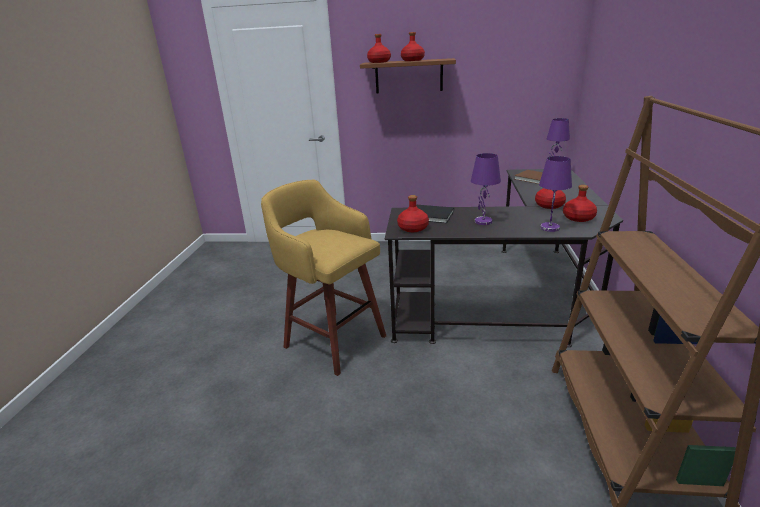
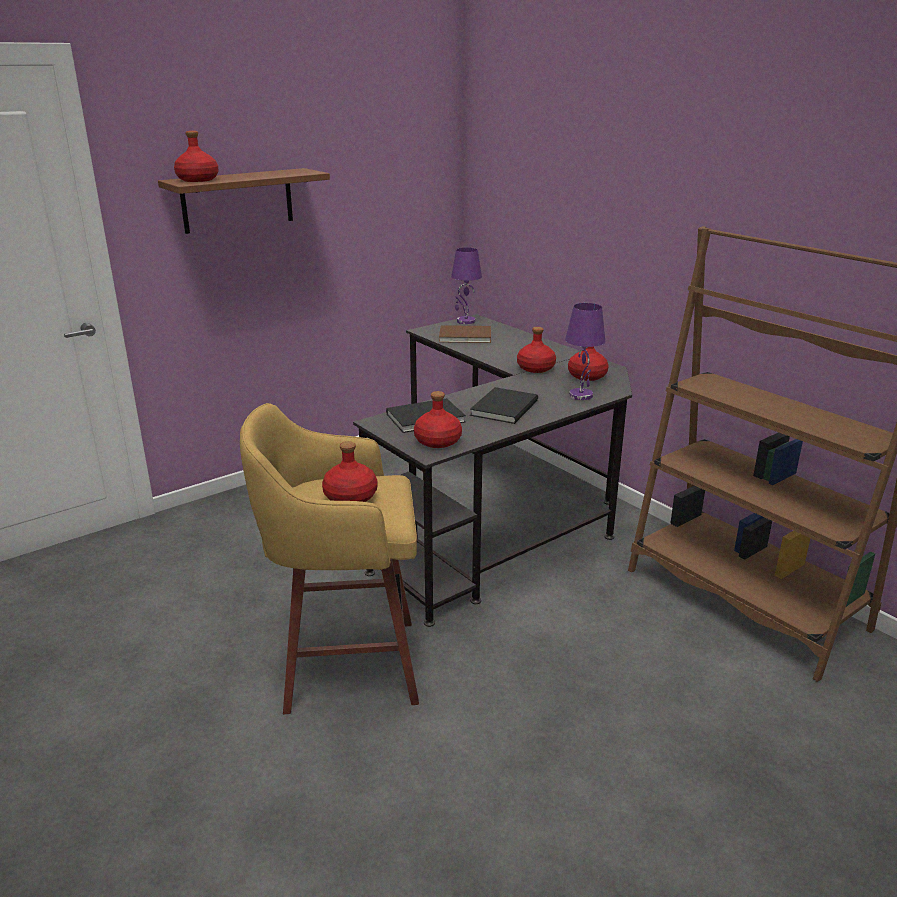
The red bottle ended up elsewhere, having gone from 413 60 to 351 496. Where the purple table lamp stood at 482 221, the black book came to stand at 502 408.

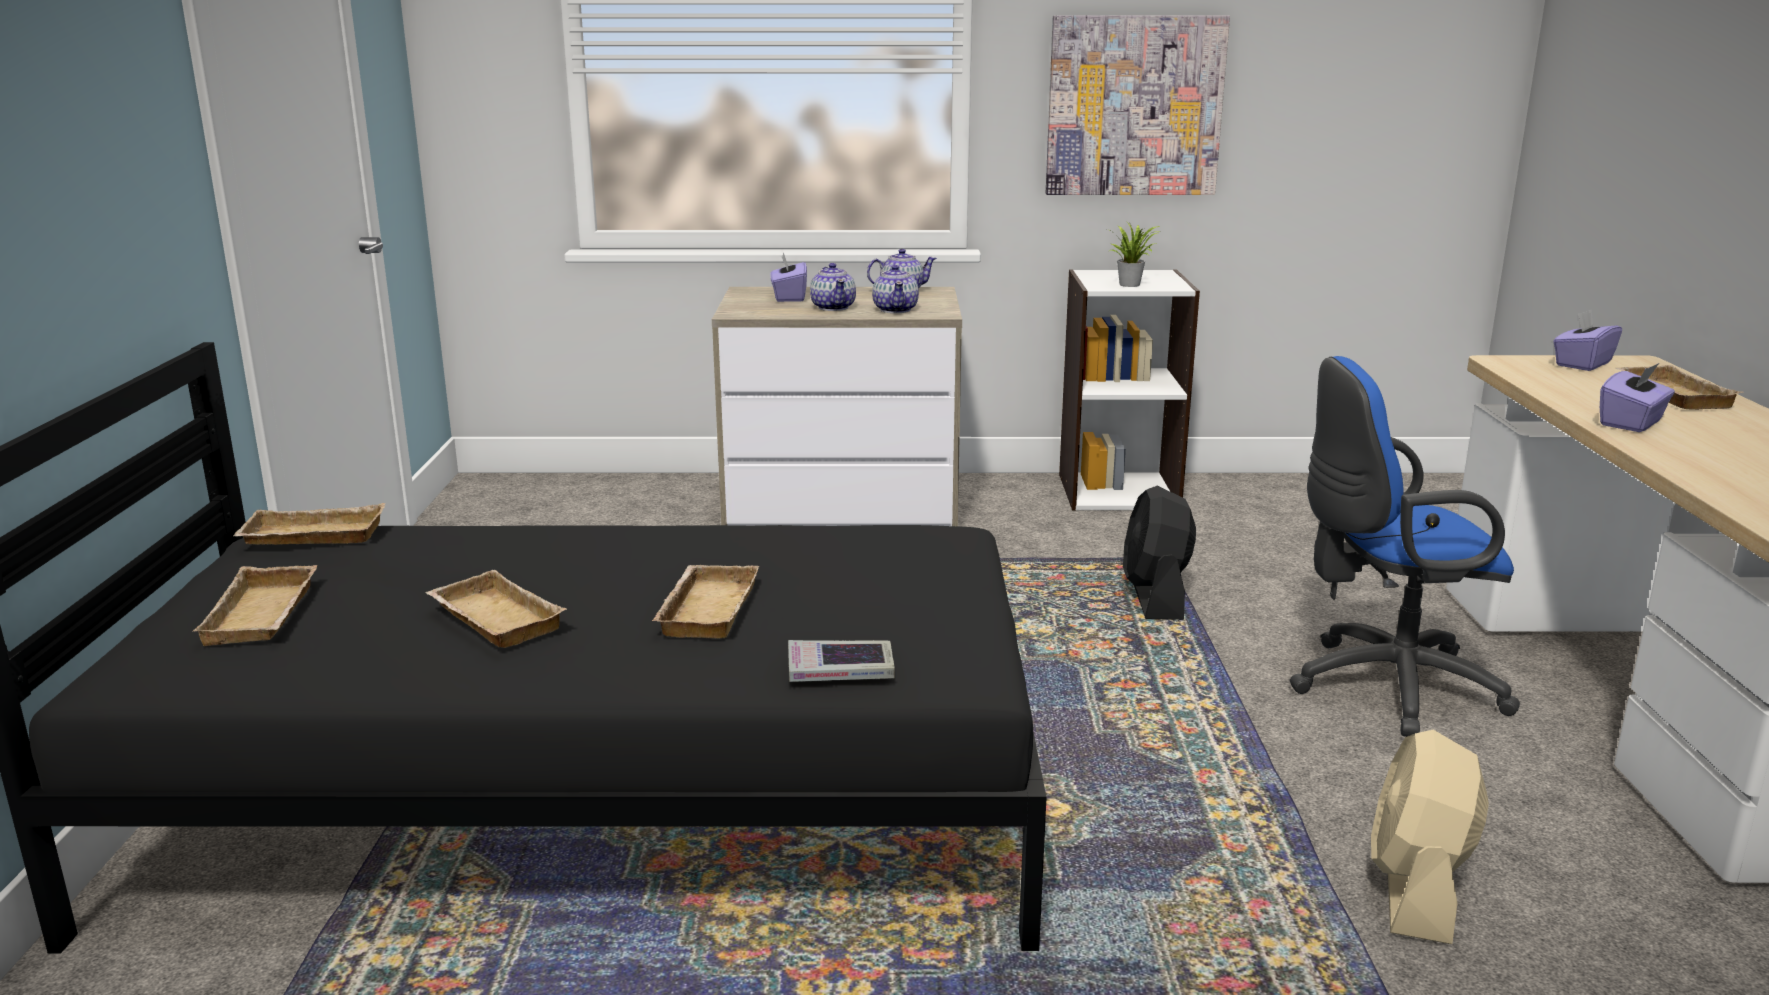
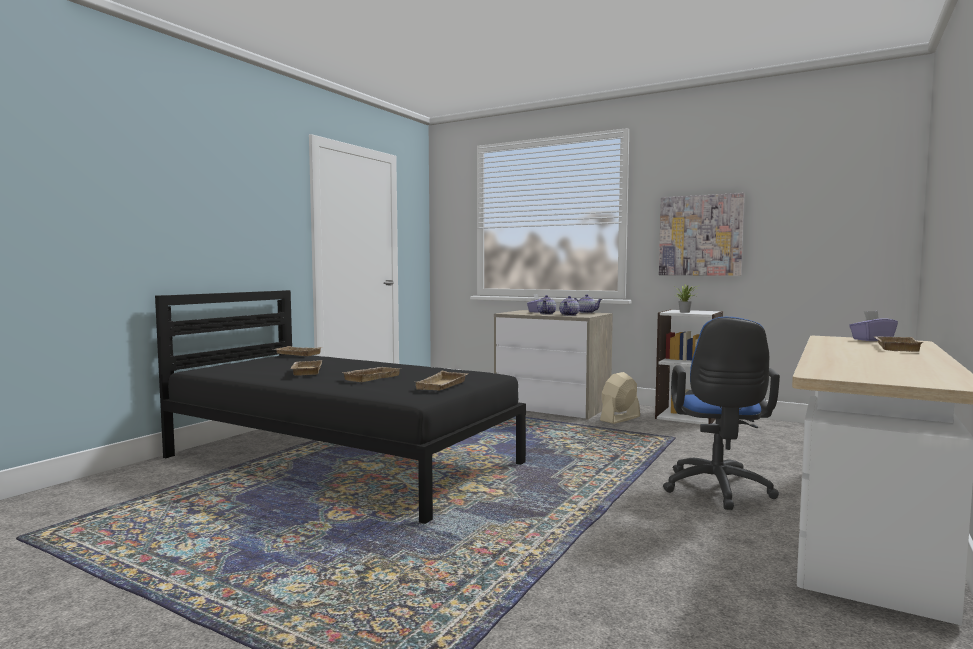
The beige tray ended up elsewhere, having gone from 265 615 to 443 386. The beige fan ended up elsewhere, having gone from 1416 890 to 620 418. The blue office chair at 1384 687 ended up facing another way, 105 degrees counterclockwise from before. The second view lost the book at 840 670. The second view lost the black fan at 1155 597. The second view lost the purple tissue box at 1631 423.

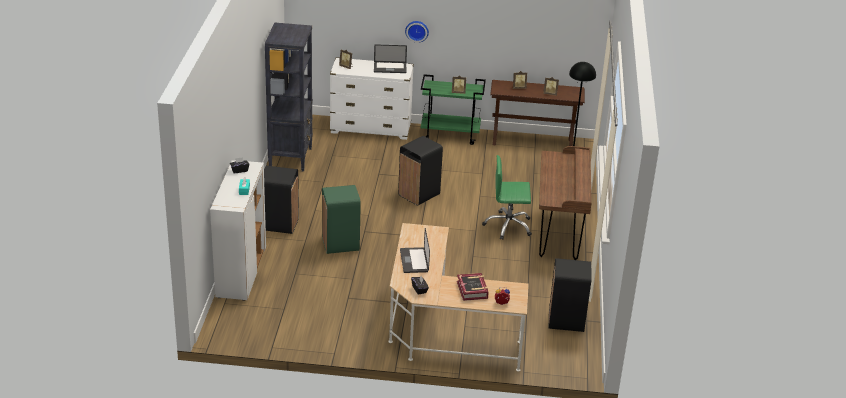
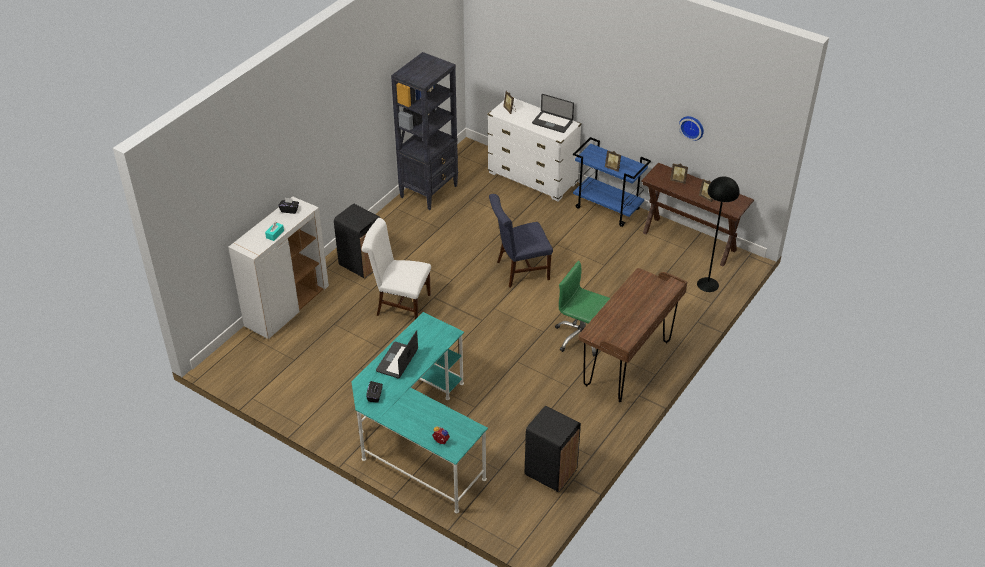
What was the beige desk at 441 330 turned into the turquoise desk at 418 437. Where the green trash can stood at 340 244, the white chair came to stand at 399 304. Where the black trash can stood at 418 195, the blue chair came to stand at 519 271. What was the green cart at 450 135 turned into the blue cart at 608 208. The wall clock ended up elsewhere, having gone from 417 30 to 692 127. The second view lost the book at 472 290.

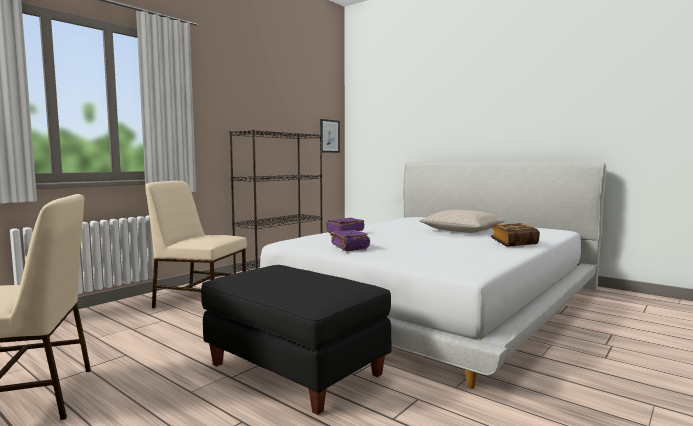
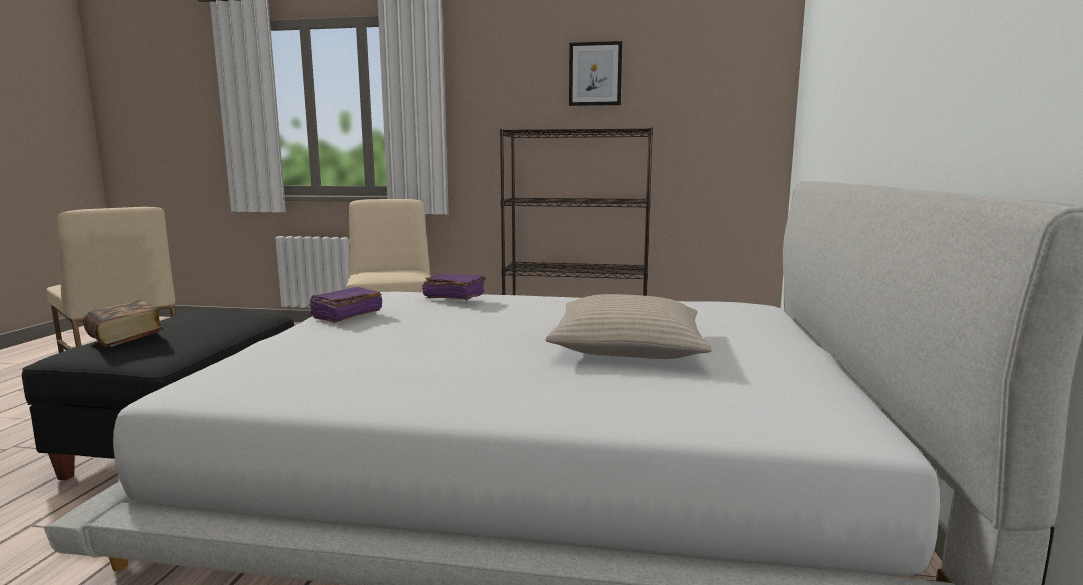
The book ended up elsewhere, having gone from 514 243 to 126 339. The picture ended up elsewhere, having gone from 329 136 to 595 74.

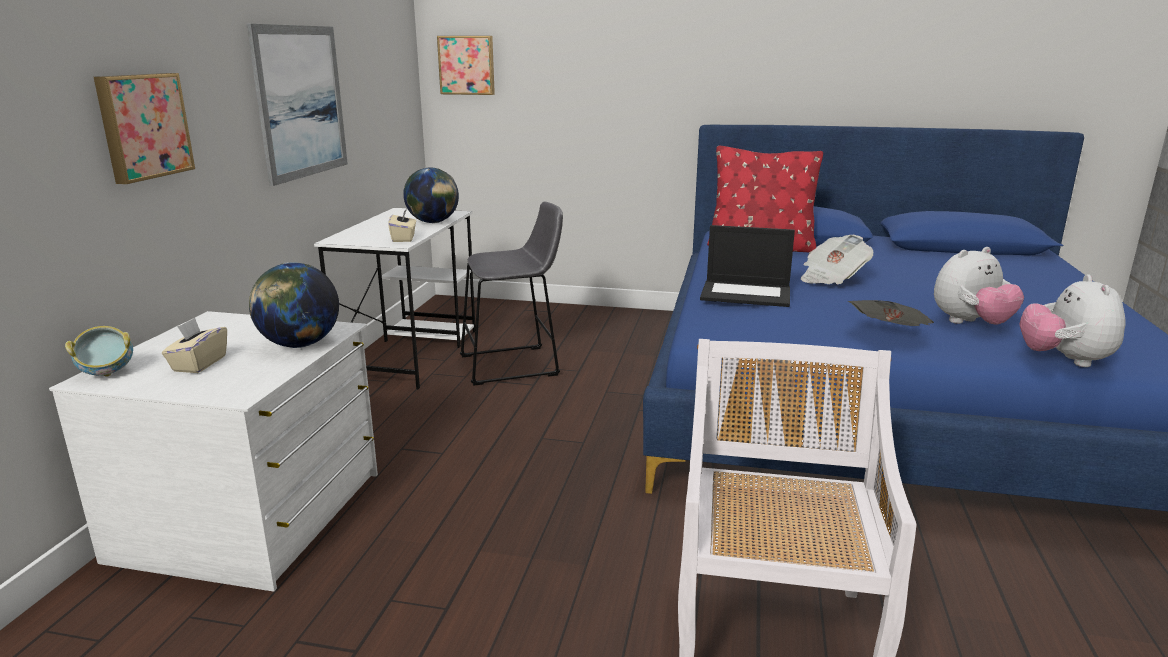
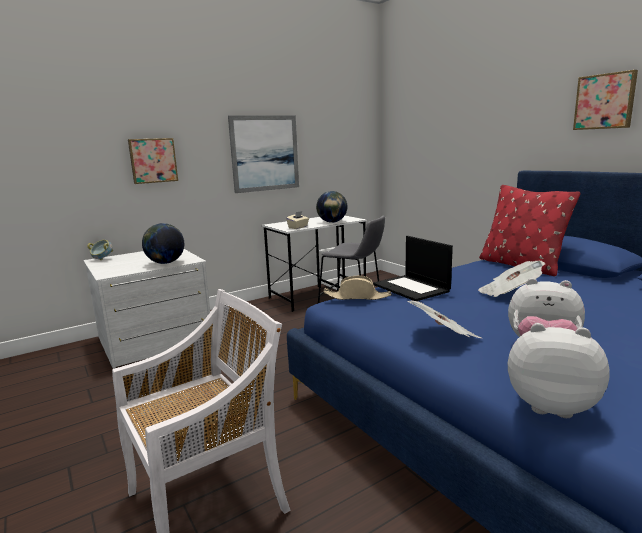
The second view gained the beige hat at 357 297. The plush toy at 1064 360 ended up facing another way, 60 degrees clockwise from before. The picture ended up elsewhere, having gone from 467 65 to 605 101. The second view lost the beige tissue box at 199 364.

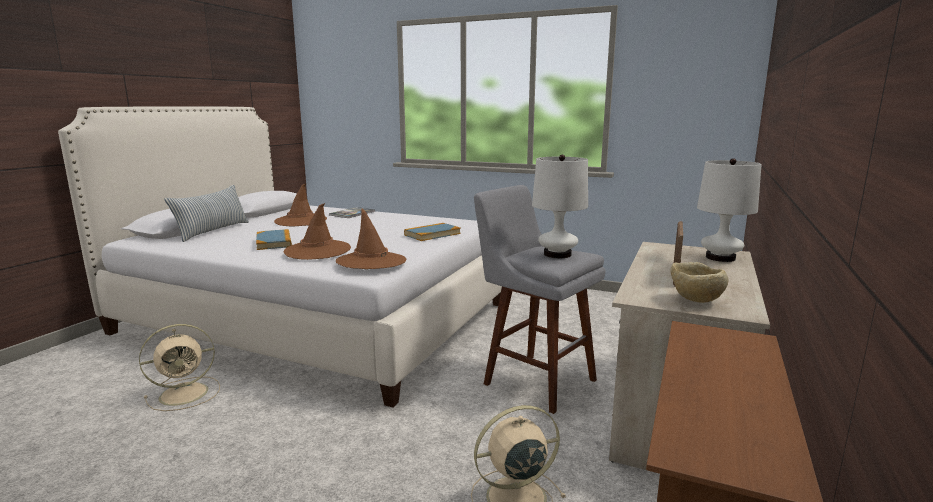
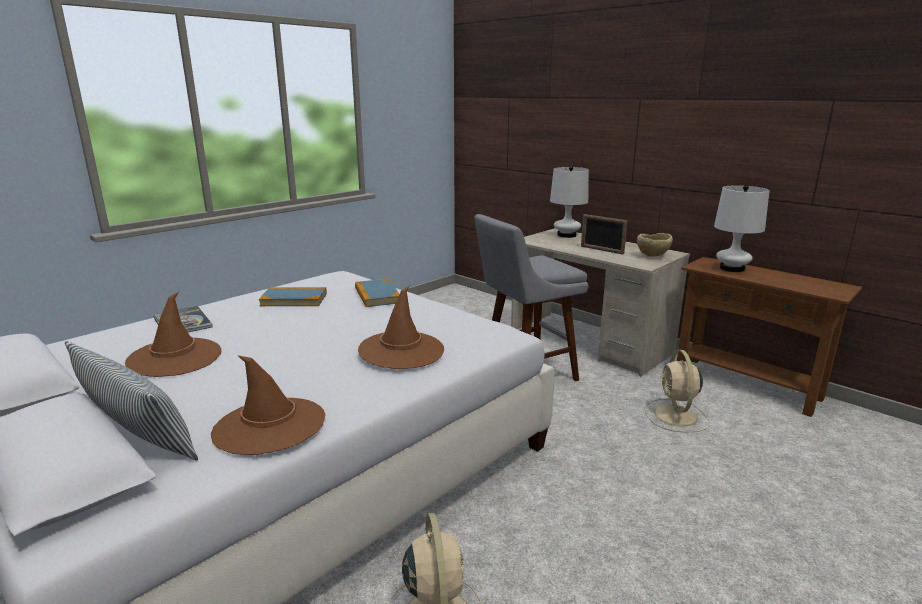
The brown hat ended up elsewhere, having gone from 371 261 to 269 426. The book ended up elsewhere, having gone from 274 242 to 294 300. The white table lamp ended up elsewhere, having gone from 557 254 to 732 268.

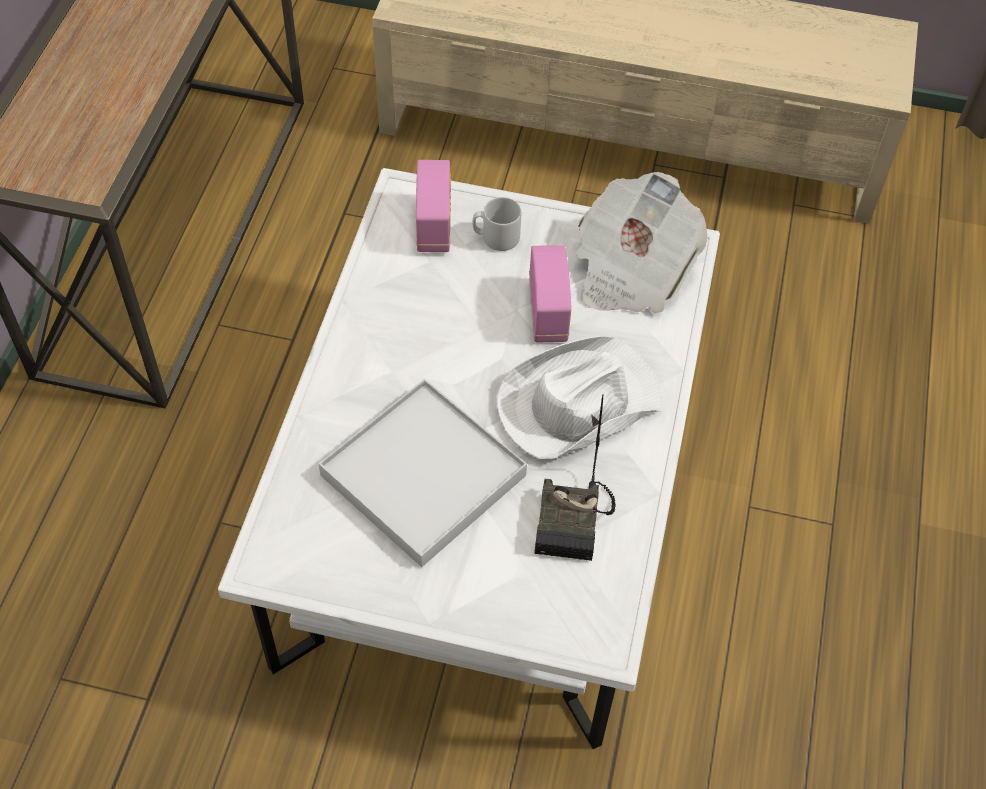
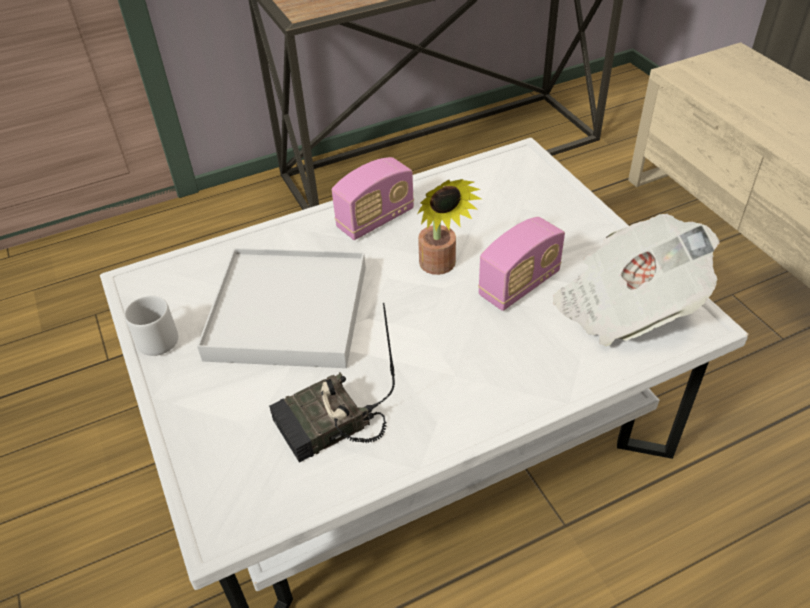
The grey mug ended up elsewhere, having gone from 496 237 to 156 337. The radio ended up elsewhere, having gone from 434 224 to 375 219. The second view gained the potted plant at 440 267. The second view lost the white hat at 577 403.

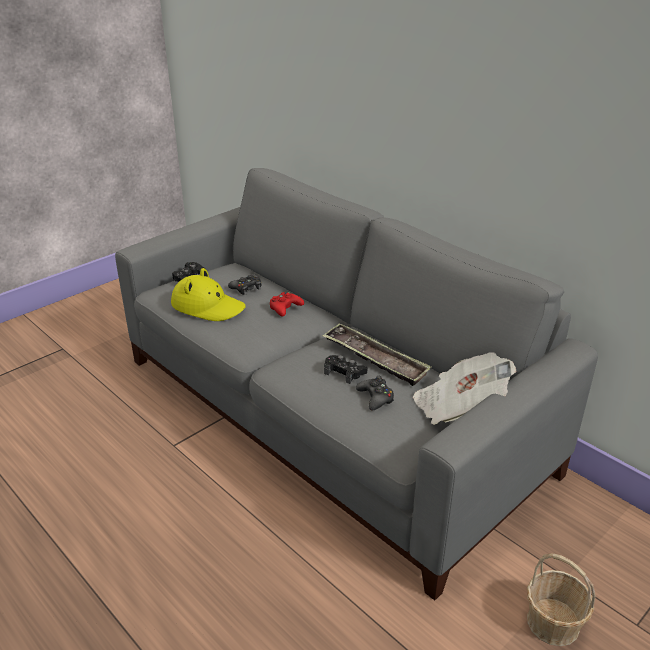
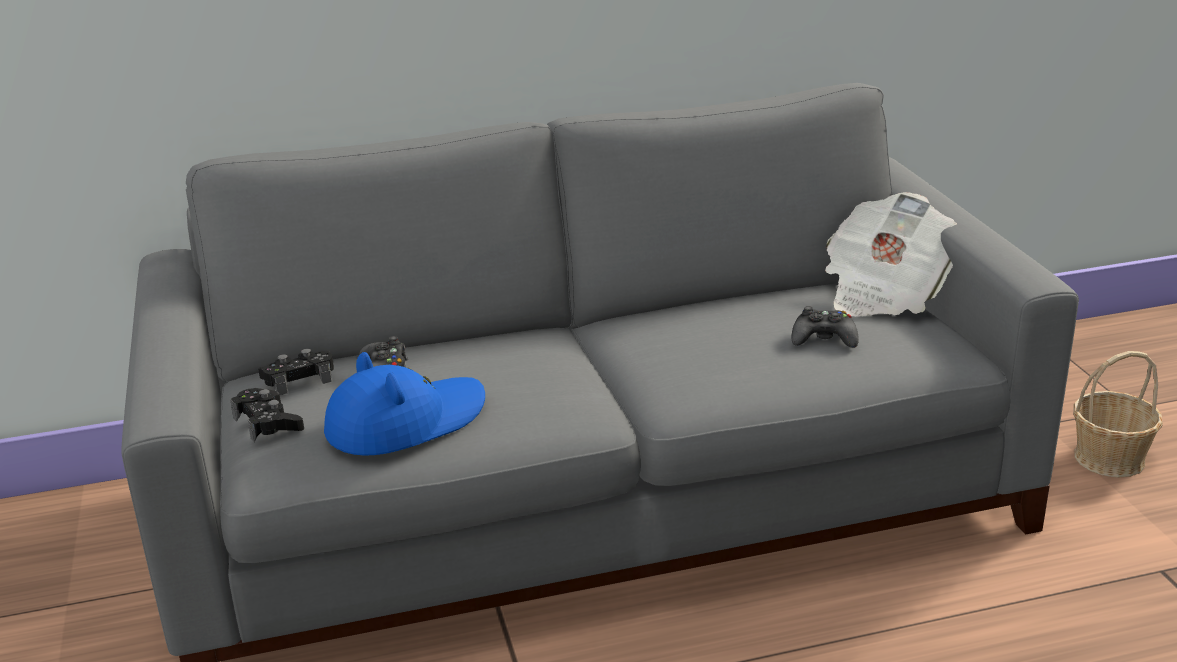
The black game controller ended up elsewhere, having gone from 344 372 to 299 379. What was the yellow hat at 208 306 turned into the blue hat at 405 422. The second view lost the red game controller at 285 308. The second view lost the tray at 374 359.

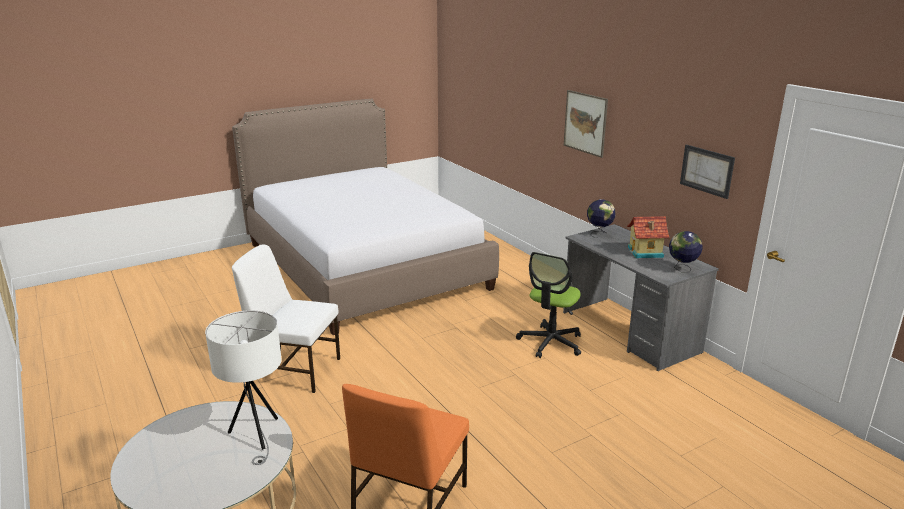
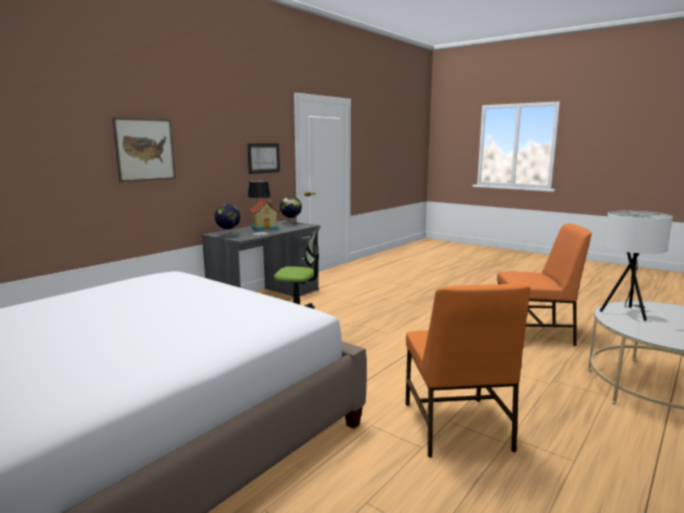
The second view gained the table lamp at 260 233. What was the white chair at 294 369 turned into the orange chair at 456 427.

